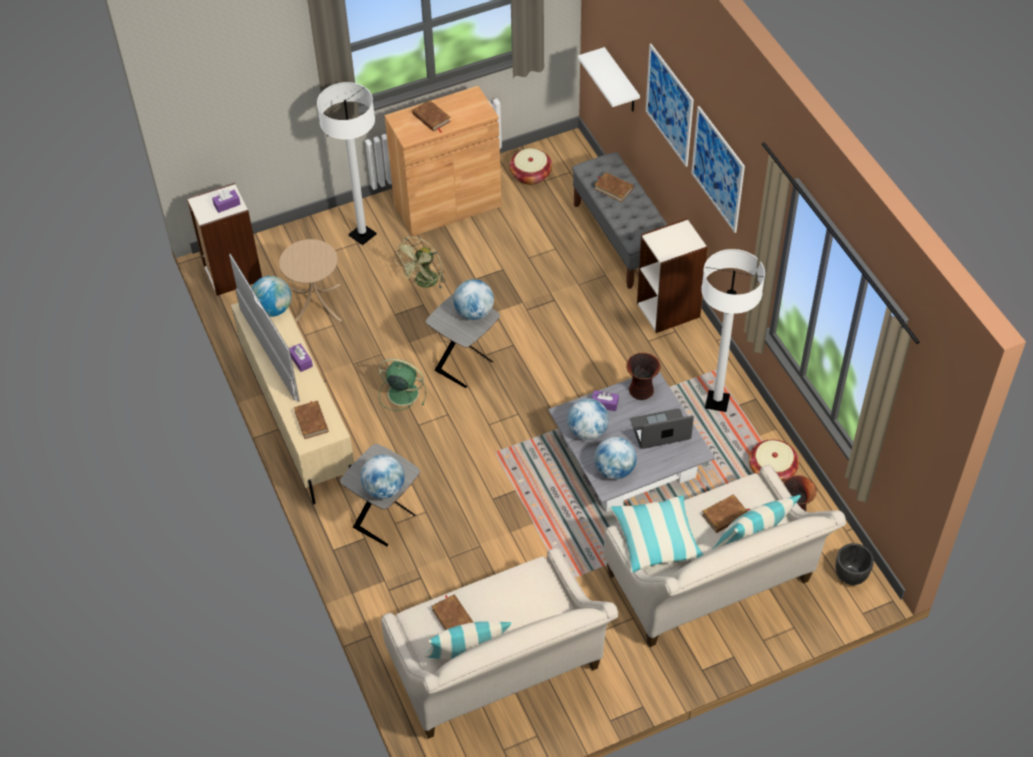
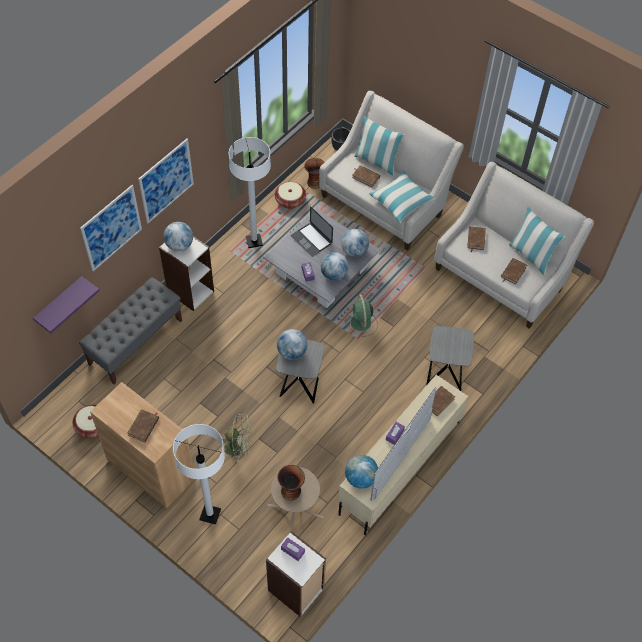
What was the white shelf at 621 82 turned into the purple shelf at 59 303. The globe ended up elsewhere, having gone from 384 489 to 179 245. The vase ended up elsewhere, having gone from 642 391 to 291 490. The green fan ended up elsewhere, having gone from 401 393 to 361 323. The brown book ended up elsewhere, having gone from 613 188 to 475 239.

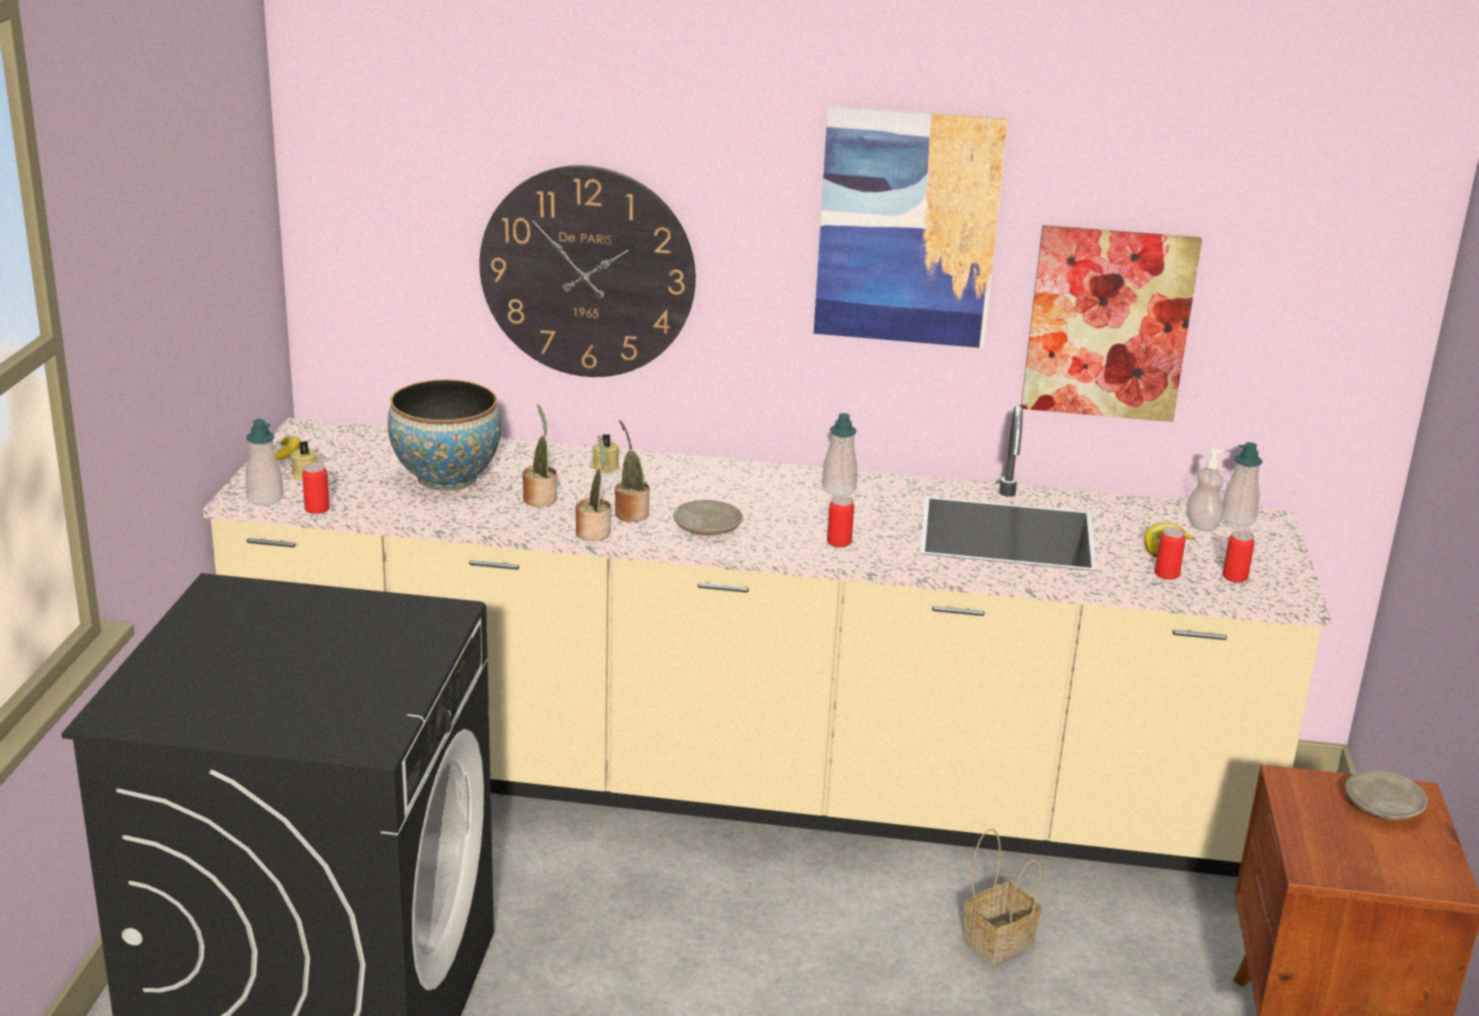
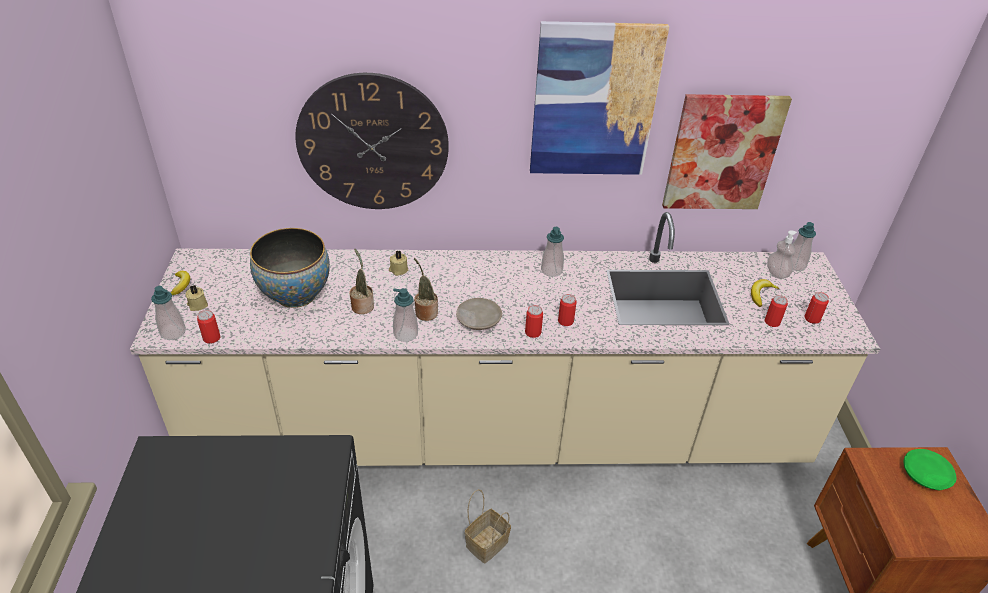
Where the potted plant stood at 594 532, the soap dispenser came to stand at 405 334. The basket ended up elsewhere, having gone from 998 940 to 487 542. The second view gained the can at 533 332. What was the beige plate at 1382 807 turned into the green plate at 925 475.

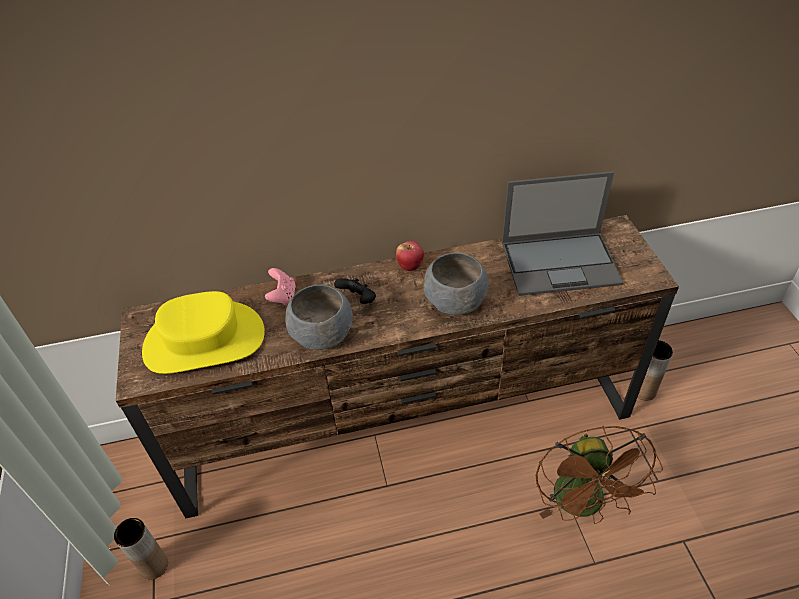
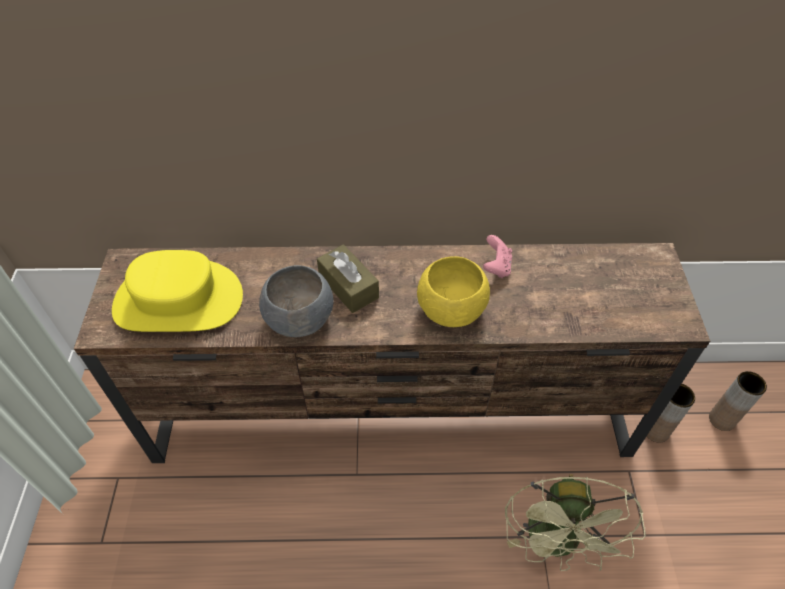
Where the black game controller stood at 358 300, the brown tissue box came to stand at 348 286. What was the grey bowl at 455 301 turned into the yellow bowl at 452 308. The pink game controller ended up elsewhere, having gone from 283 297 to 496 267. What was the brown fan at 584 505 turned into the green fan at 557 543. The brown vase ended up elsewhere, having gone from 154 566 to 721 419. The second view lost the apple at 410 266. The second view lost the laptop at 561 263.

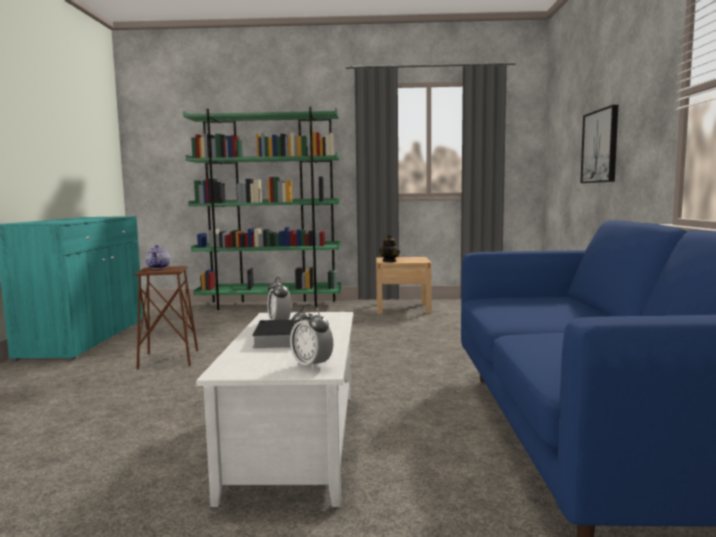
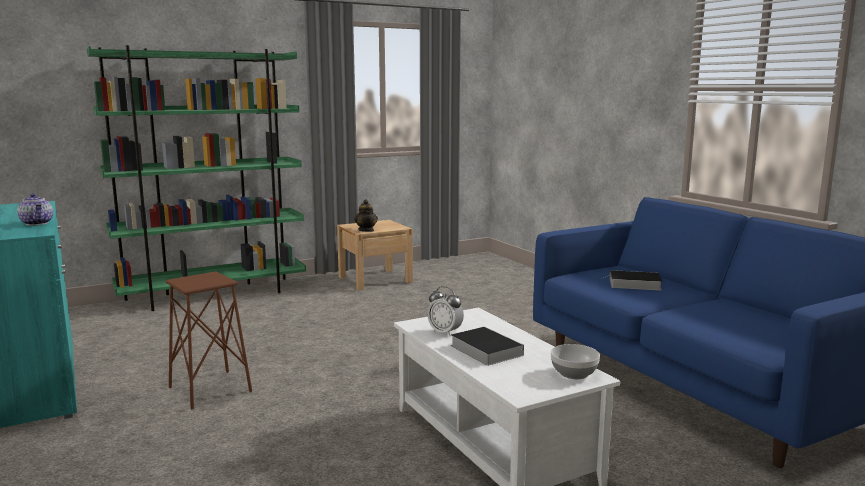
The teapot ended up elsewhere, having gone from 159 268 to 38 223. Where the alarm clock stood at 312 366, the bowl came to stand at 574 373. The second view gained the book at 633 284. The second view lost the picture at 600 146.

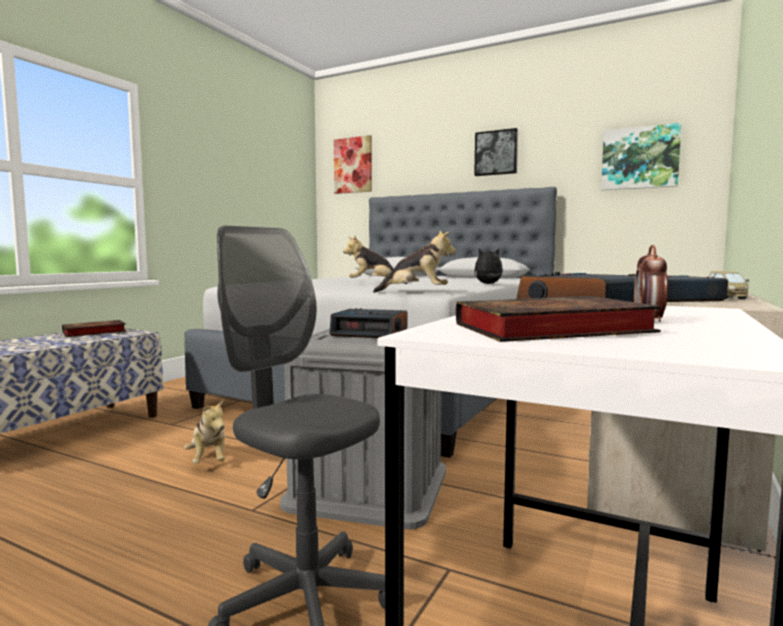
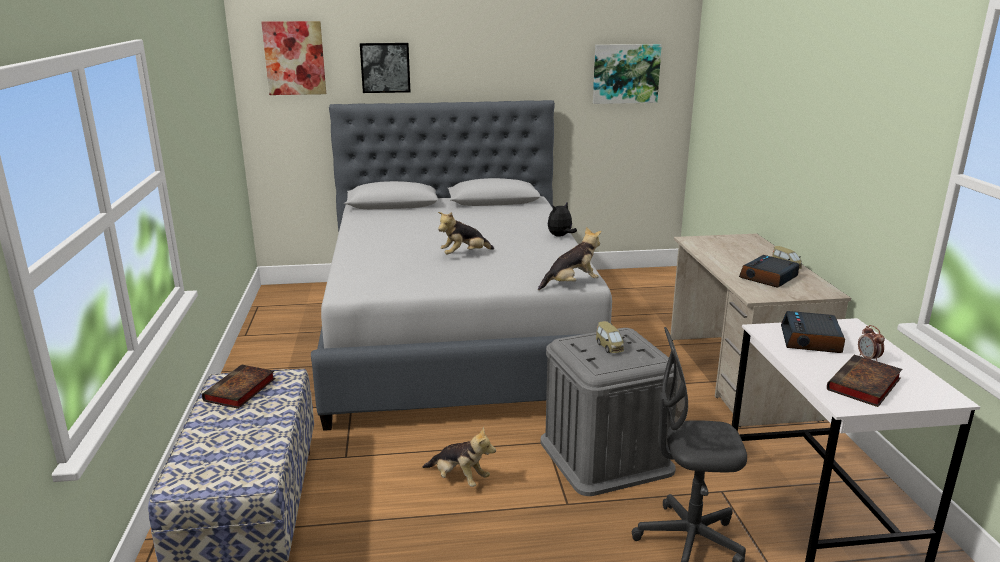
The picture ended up elsewhere, having gone from 496 153 to 385 67. Where the alarm clock stood at 371 332, the toy car came to stand at 609 347.

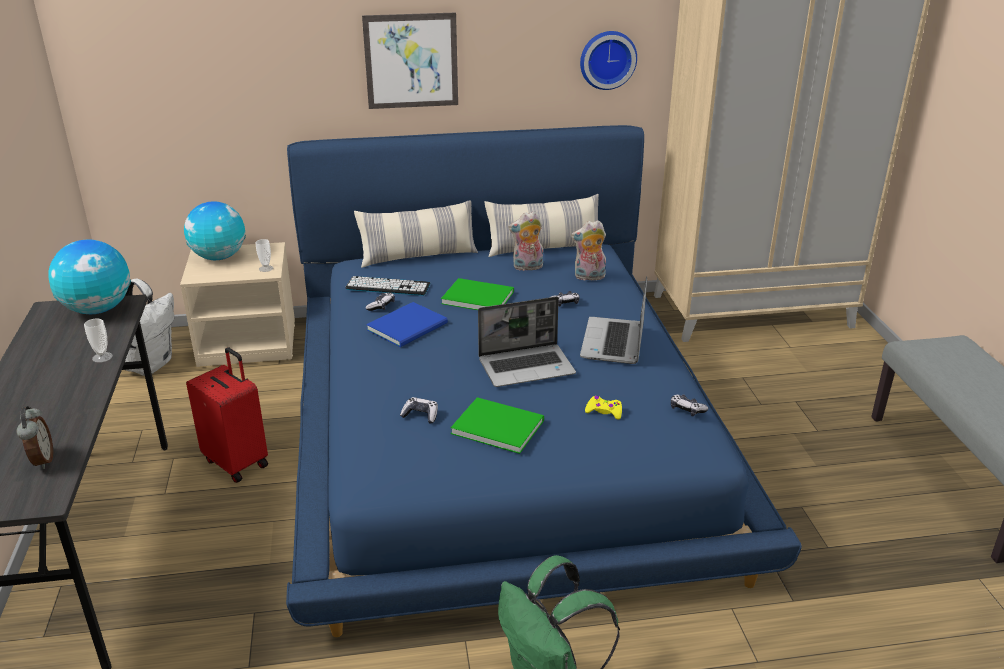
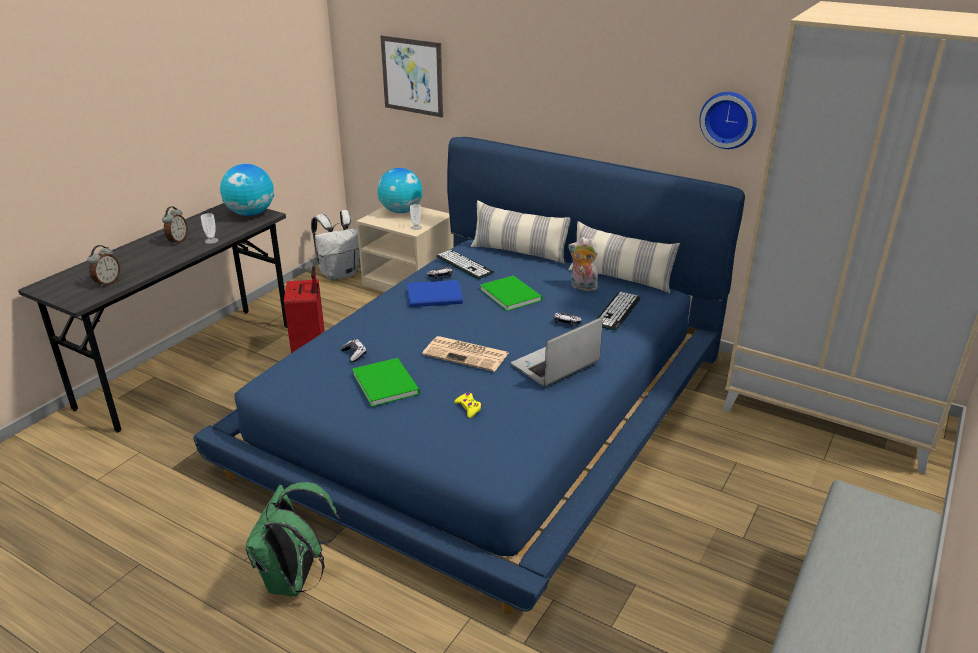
The second view gained the alarm clock at 177 241. The picture ended up elsewhere, having gone from 411 61 to 412 76. Where the laptop stood at 527 366, the newspaper came to stand at 467 354. Where the plush toy stood at 589 277, the keyboard came to stand at 617 311. The second view lost the game controller at 687 409.

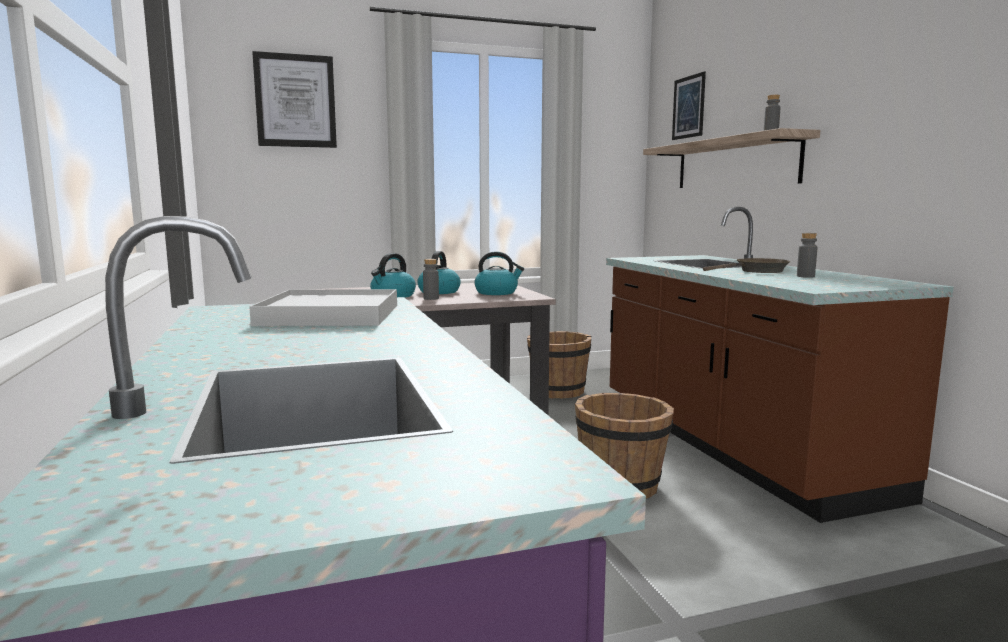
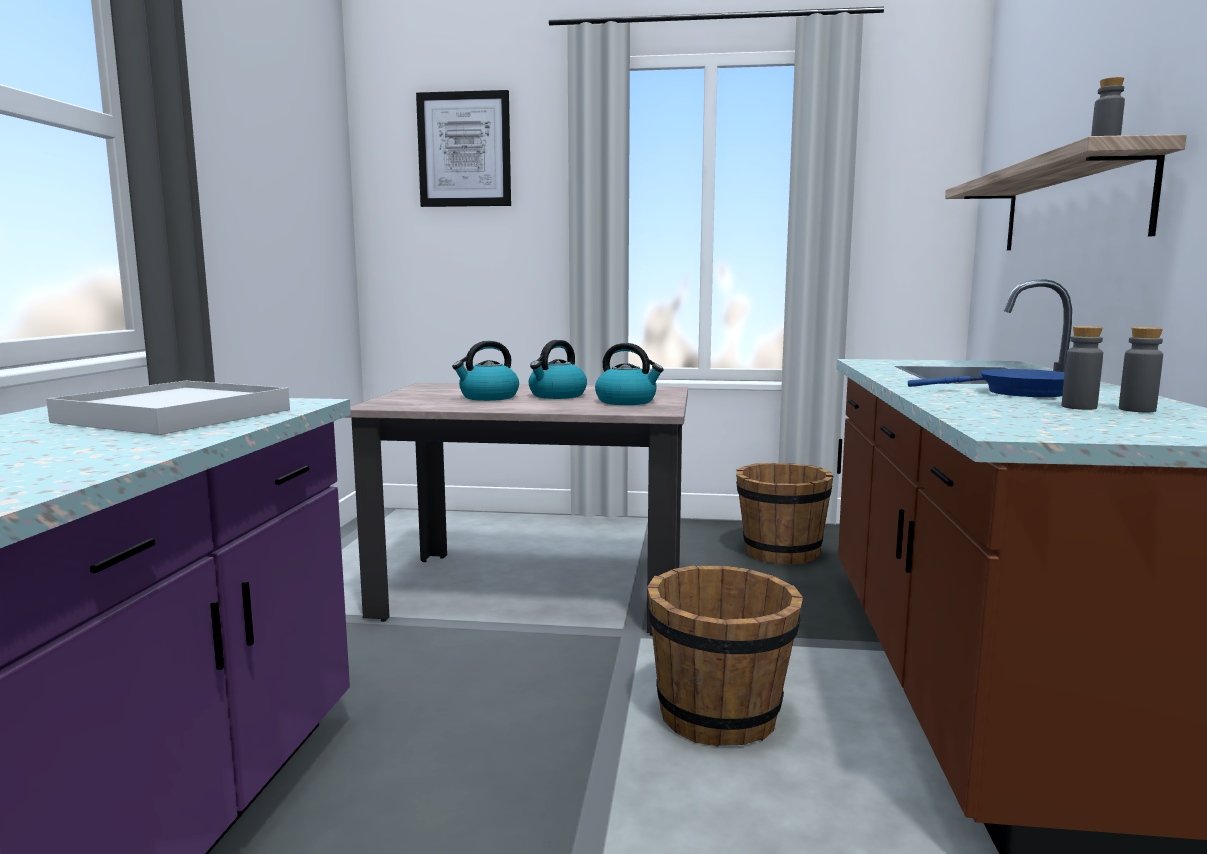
What was the brown frying pan at 757 271 turned into the blue frying pan at 1016 392. The grey bottle ended up elsewhere, having gone from 431 298 to 1137 410. The second view lost the picture at 688 107.

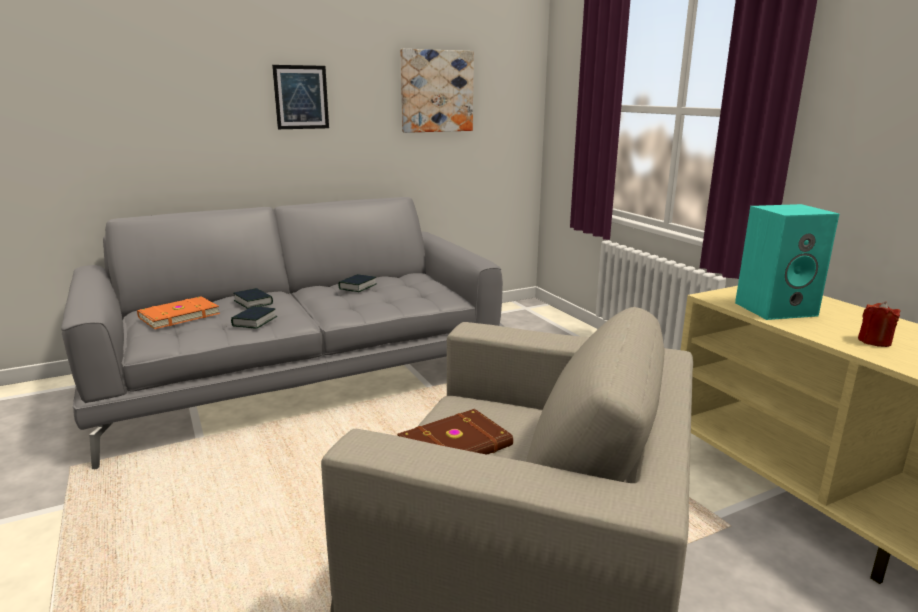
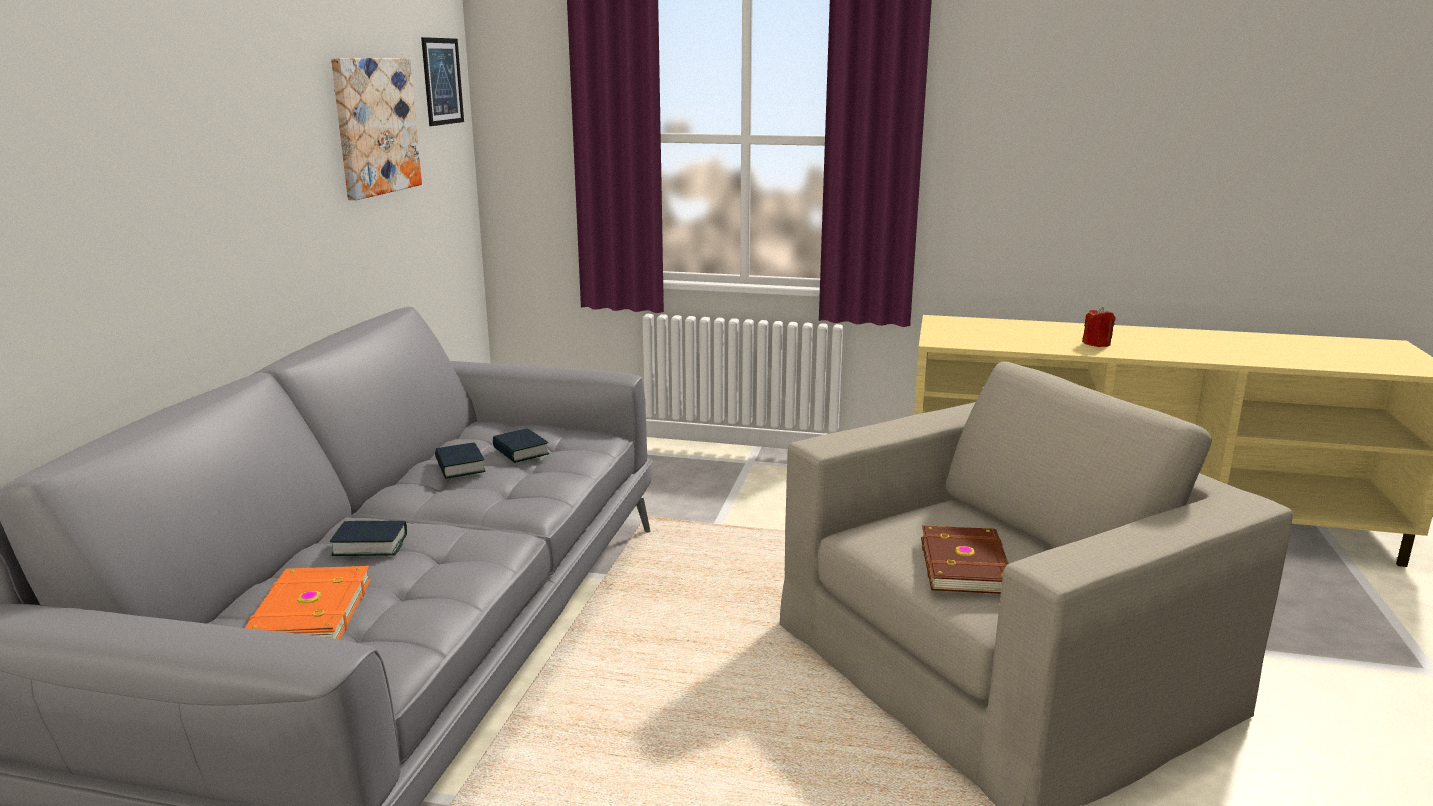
The picture ended up elsewhere, having gone from 301 97 to 442 81. The book ended up elsewhere, having gone from 254 321 to 520 451. The second view lost the turquoise speaker at 776 309.

